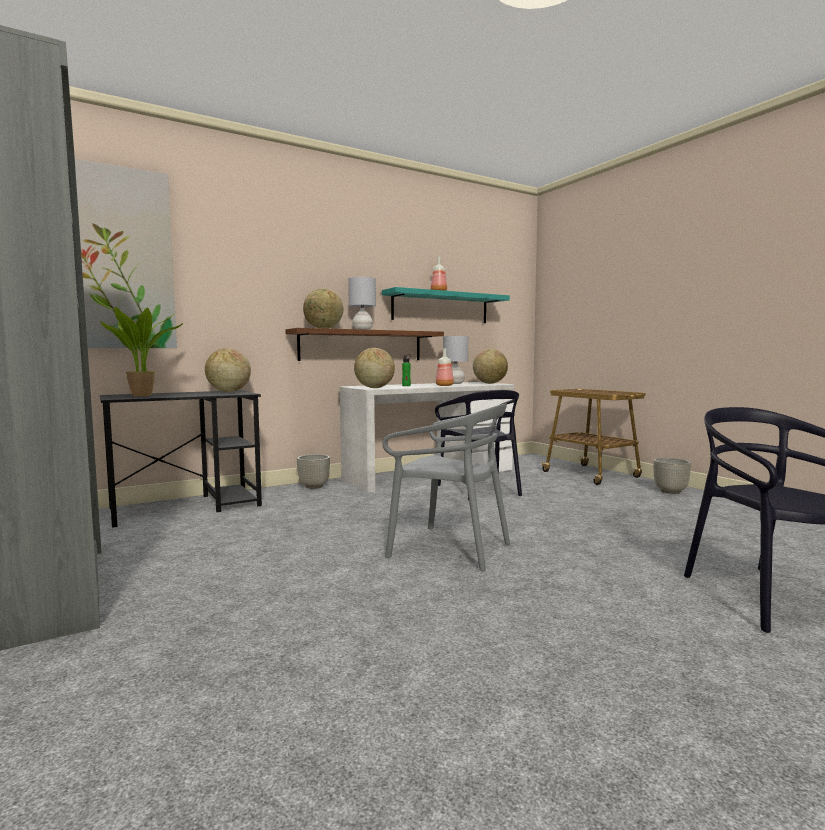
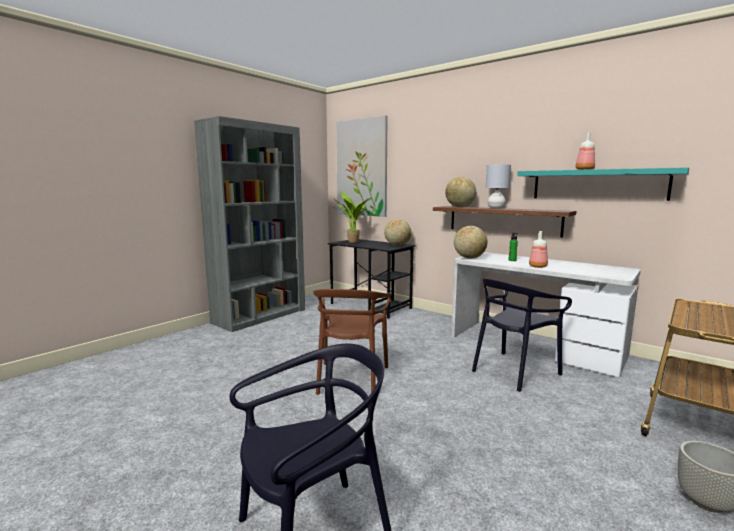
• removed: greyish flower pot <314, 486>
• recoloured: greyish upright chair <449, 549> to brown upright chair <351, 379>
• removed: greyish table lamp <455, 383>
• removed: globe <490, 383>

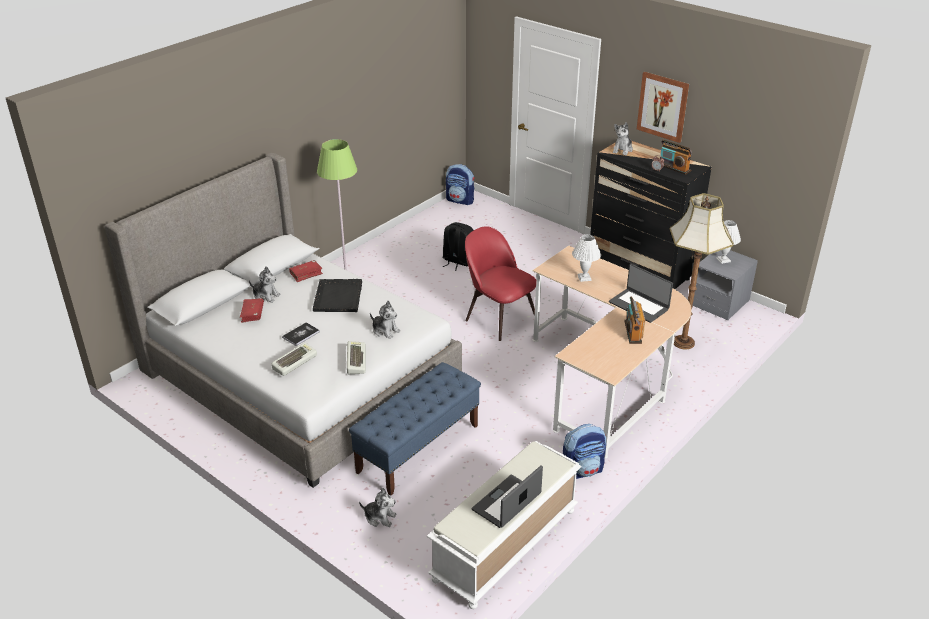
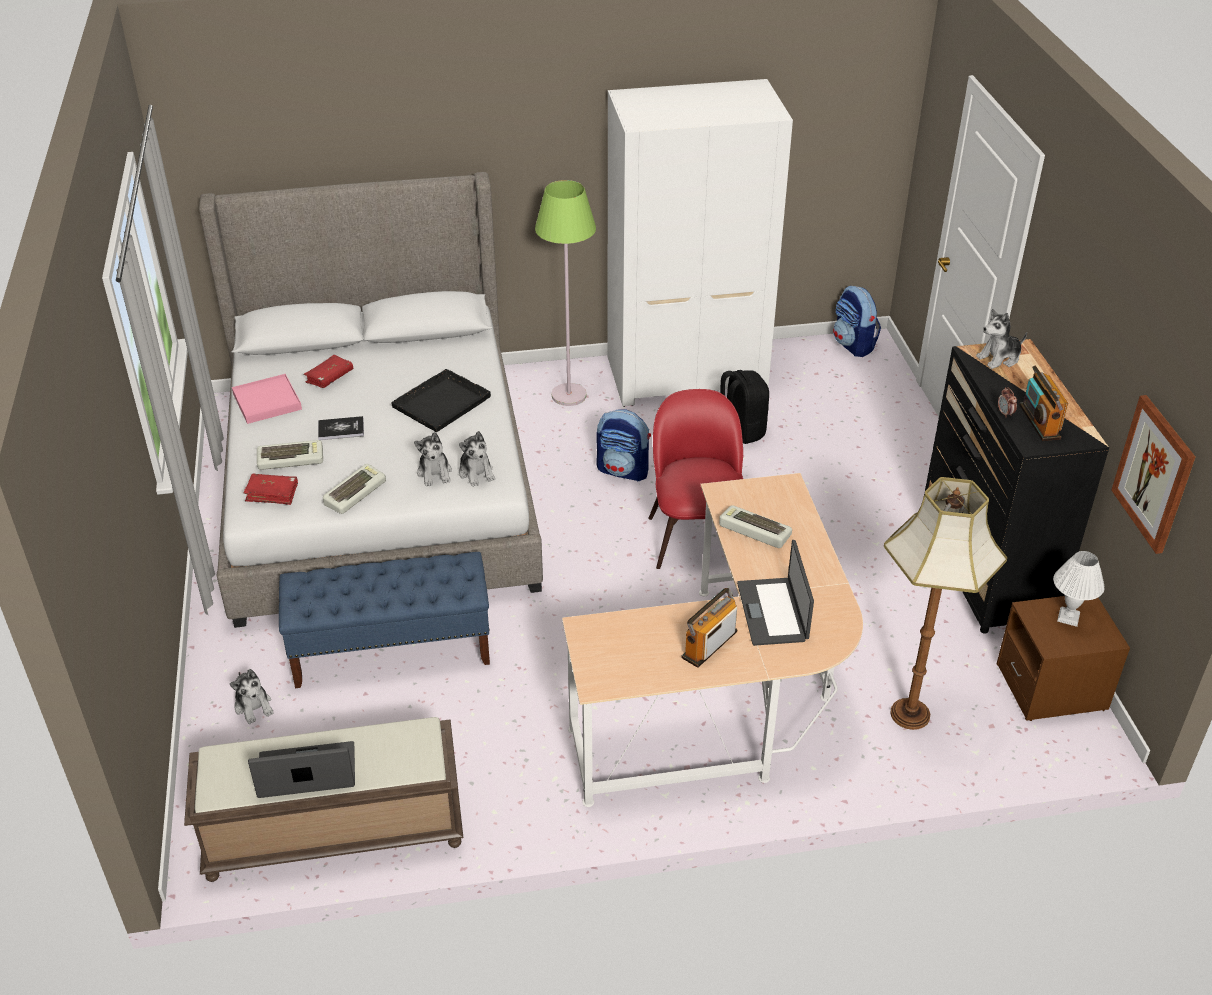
• moved: soft toy <266, 296> to <476, 473>
• moved: red-coloured bound book <306, 274> to <272, 493>
• recoloured: whitish long seat <505, 546> to brown long seat <333, 833>
• moved: rucksack <582, 470> to <623, 470>
• replaced: whitish table lamp <584, 278> to PC keyboard <753, 531>
• moved: wall art <663, 106> to <1154, 474>
• recoloured: greyish bedside table <719, 303> to brown bedside table <1051, 687>
• added: pink carrying tray <267, 401>
• added: whitish armoire <687, 373>

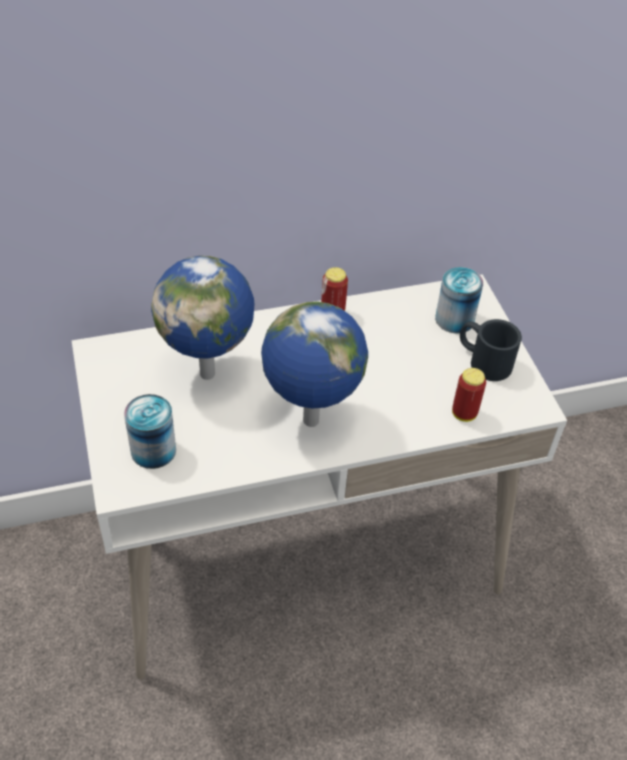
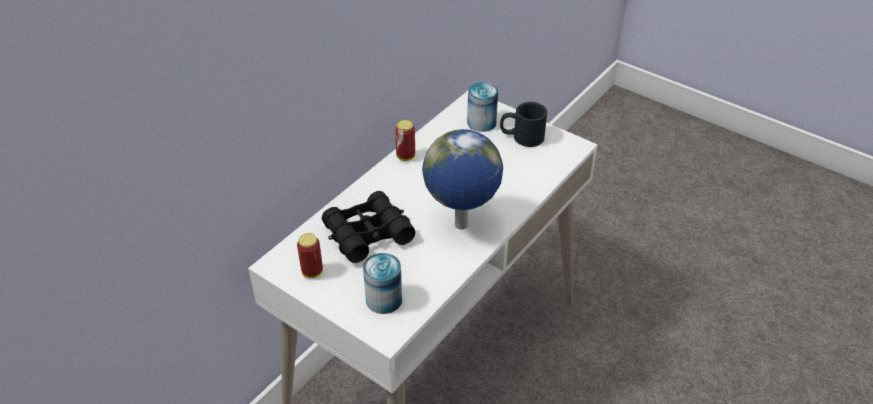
• replaced: globe <209, 373> to black binoculars <368, 234>
• moved: metal can <464, 413> to <312, 272>

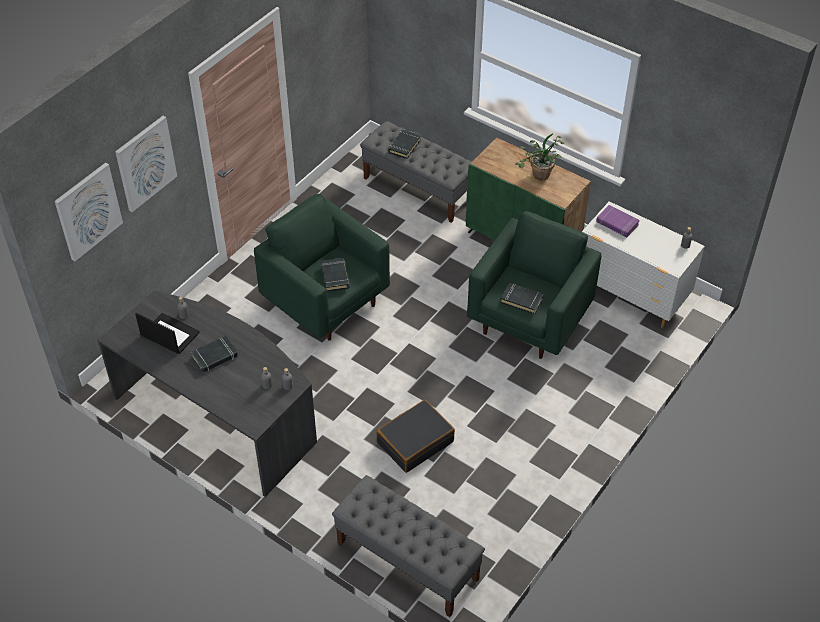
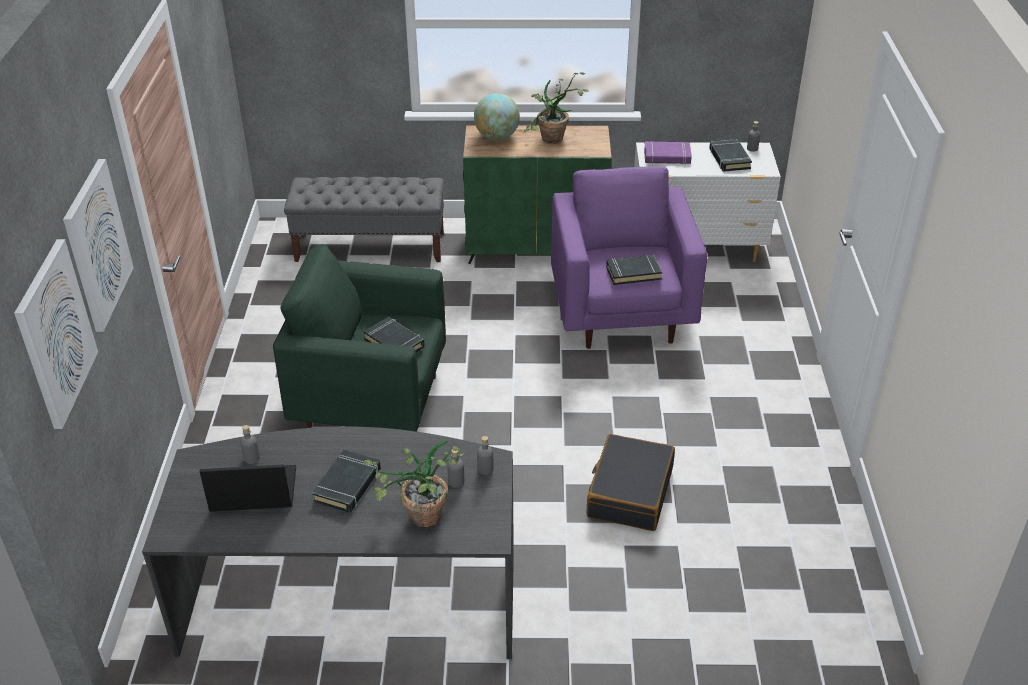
• removed: greyish long seat <407, 561>
• moved: black bound book <404, 146> to <729, 159>
• recoloured: green easy chair <530, 320> to purple-coloured easy chair <621, 313>
• added: plant in a pot <418, 520>
• added: globe <497, 137>

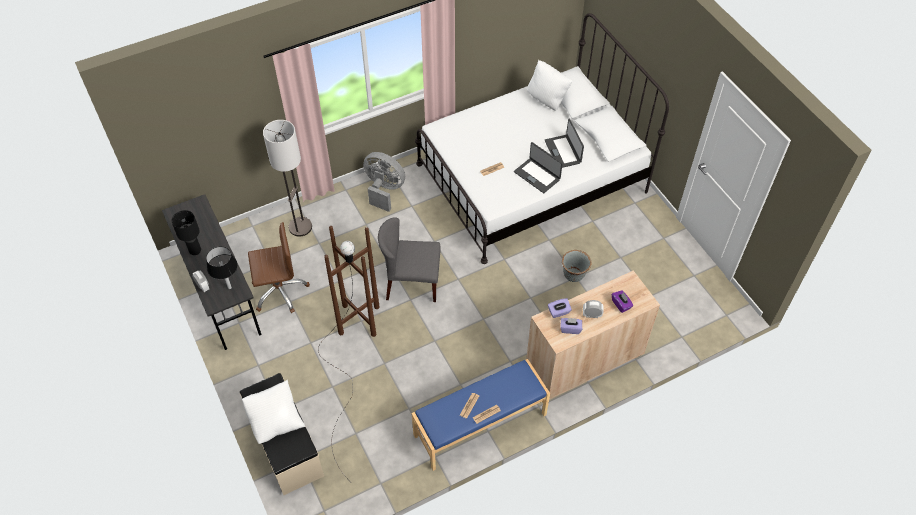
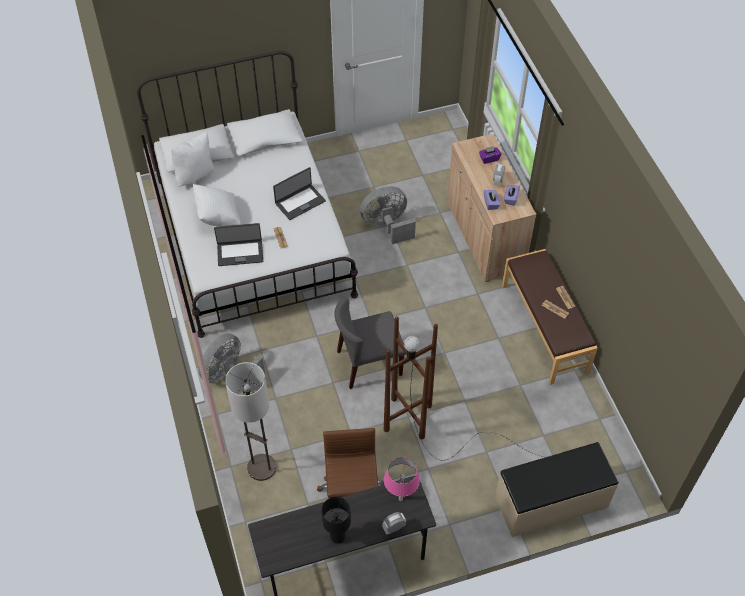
• recoloured: black table lamp <229, 287> to pink table lamp <400, 499>
• moved: whitish throw pillow <275, 420> to <218, 217>
• turned: greyish upright chair <412, 283> = <369, 363> 60 degrees clockwise
• recoloured: bluish long seat <480, 425> to brown long seat <545, 328>
• moved: laptop <563, 151> to <240, 253>
• replaced: greyish flower pot <574, 275> to greyish fan <387, 226>

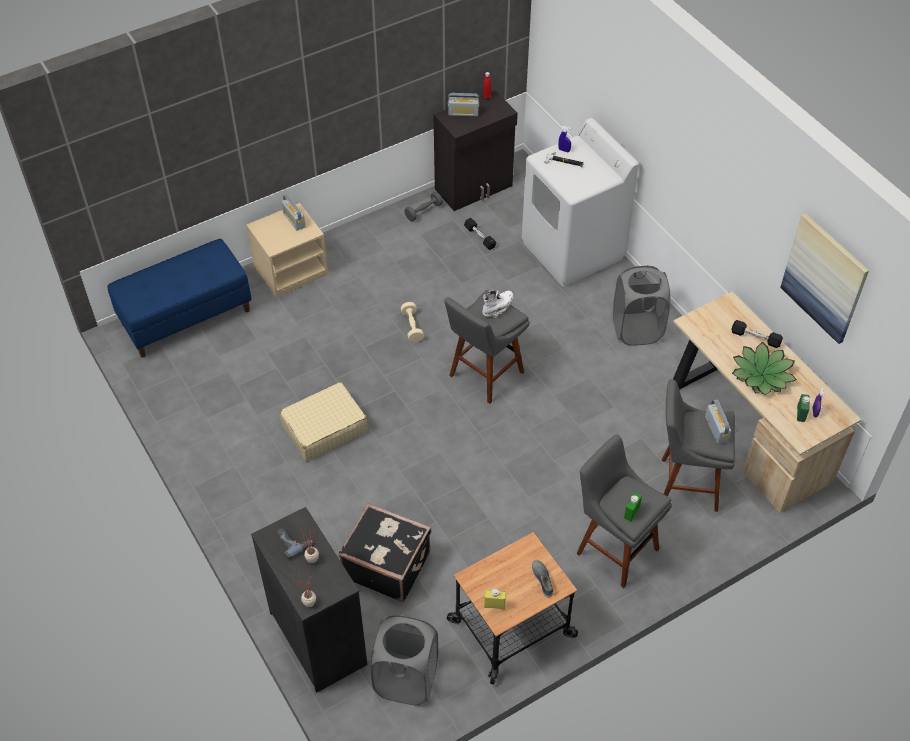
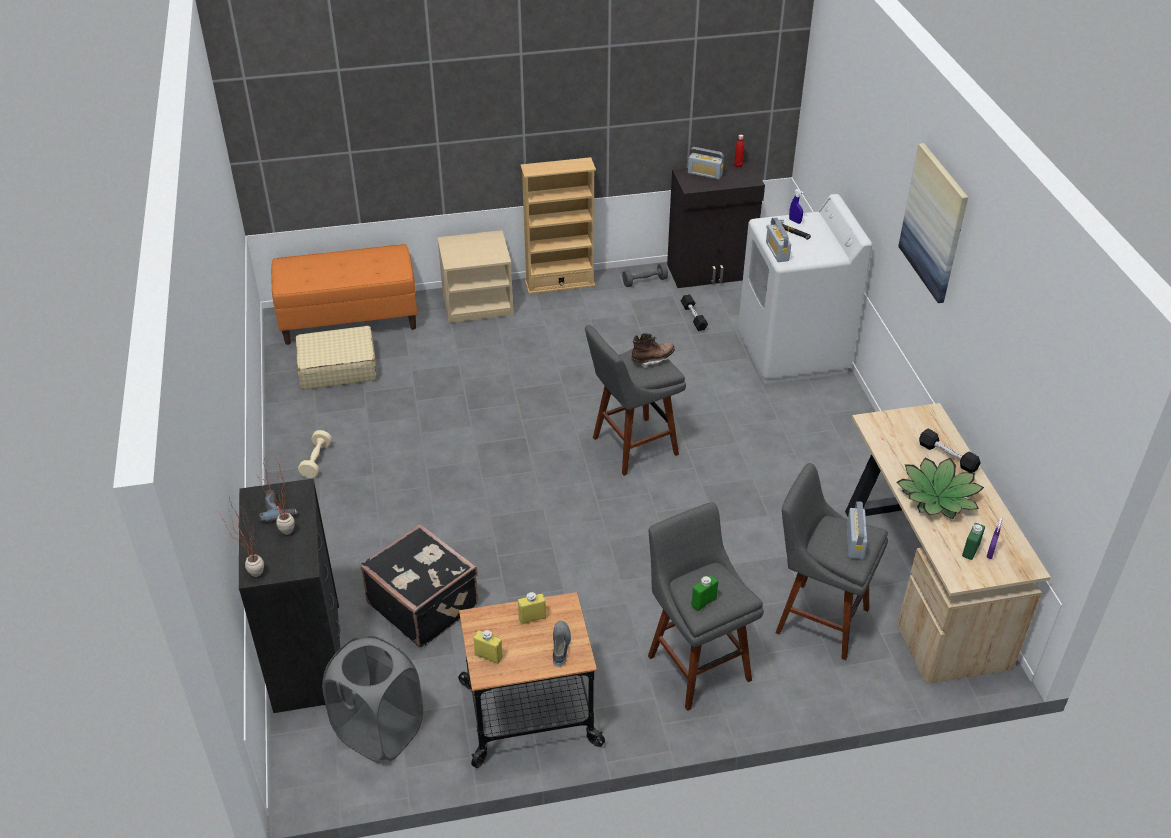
• recoloured: bluish long seat <186, 317> to orange-coloured long seat <350, 320>
• moved: sand-coloured travel case <324, 429> to <337, 368>
• moved: radio receiver <294, 220> to <777, 251>
• moved: sand-coloured dumbbell <412, 327> to <316, 461>
• recoloured: whitish boot <497, 308> to brown boot <652, 359>
• removed: greyish laundry basket <636, 329>
• moved: wall art <824, 278> to <934, 223>
• added: yellowish bottle <532, 618>
• added: sand-coloured shelving unit <559, 284>

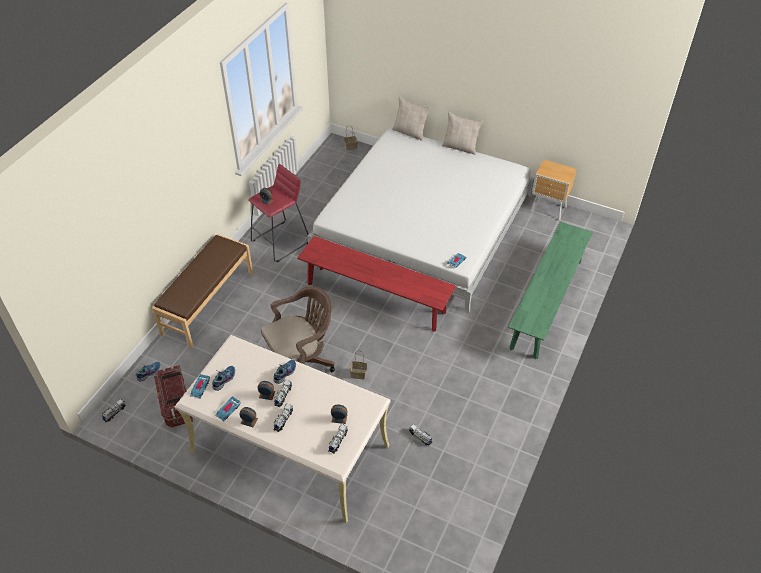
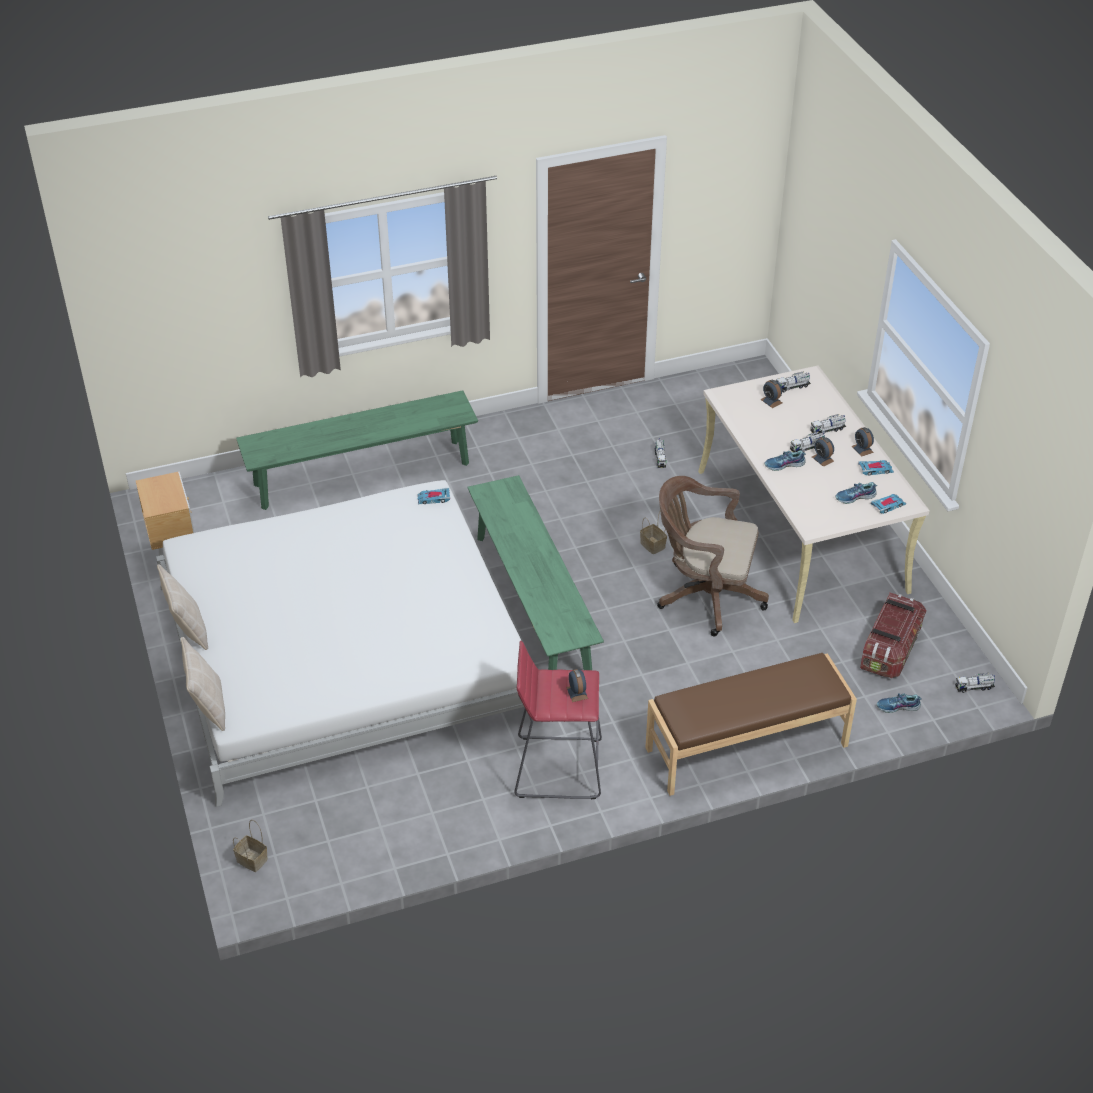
• recoloured: red-coloured long seat <375, 298> to green long seat <532, 606>

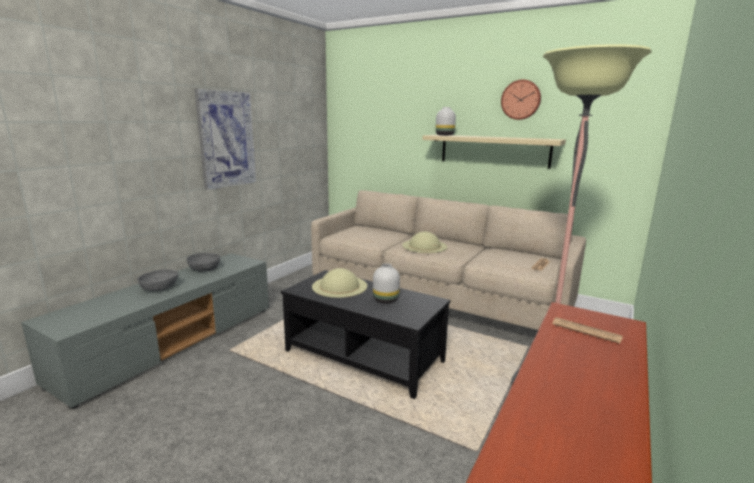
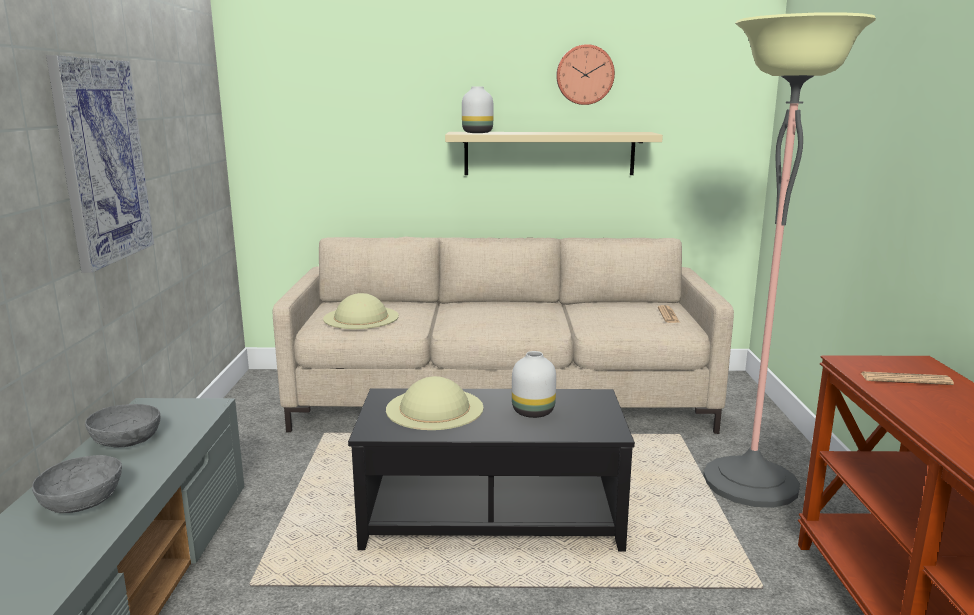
• moved: sand-coloured hat <424, 246> to <361, 317>

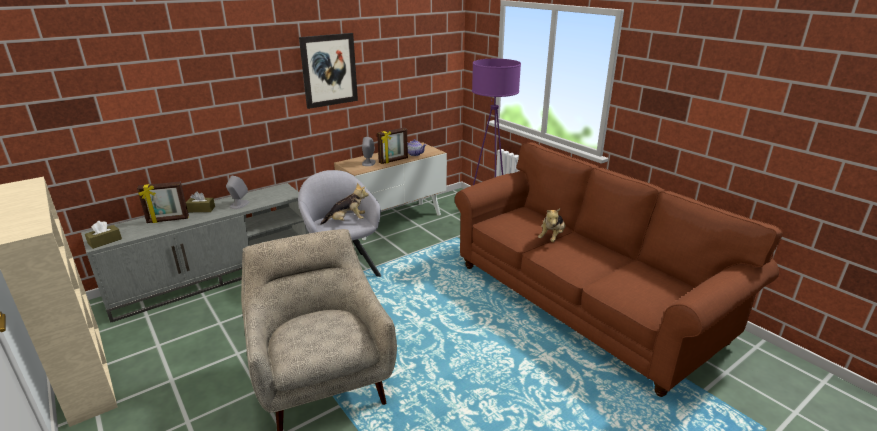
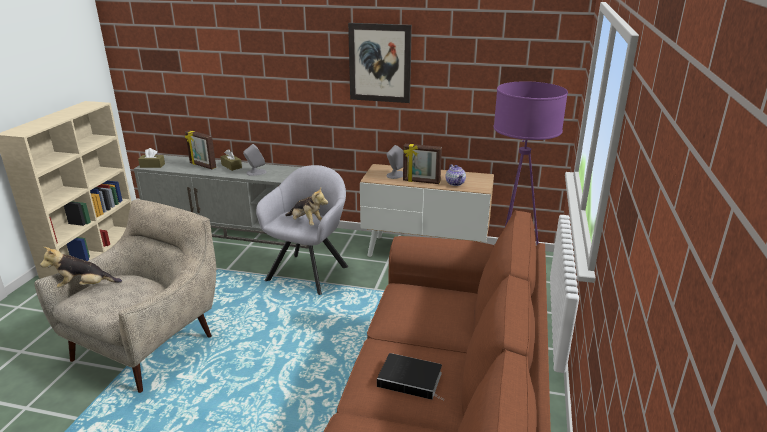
• moved: soft toy <552, 237> to <84, 287>
• added: bound book <412, 379>

